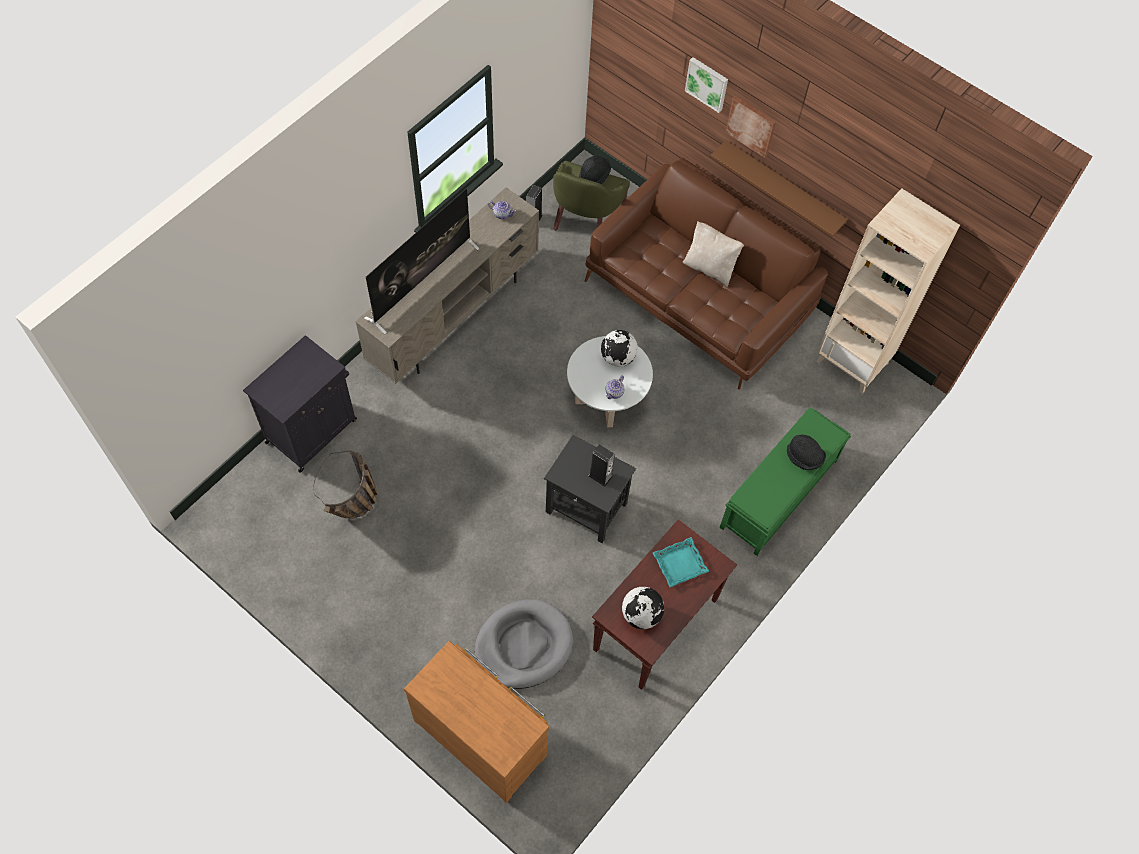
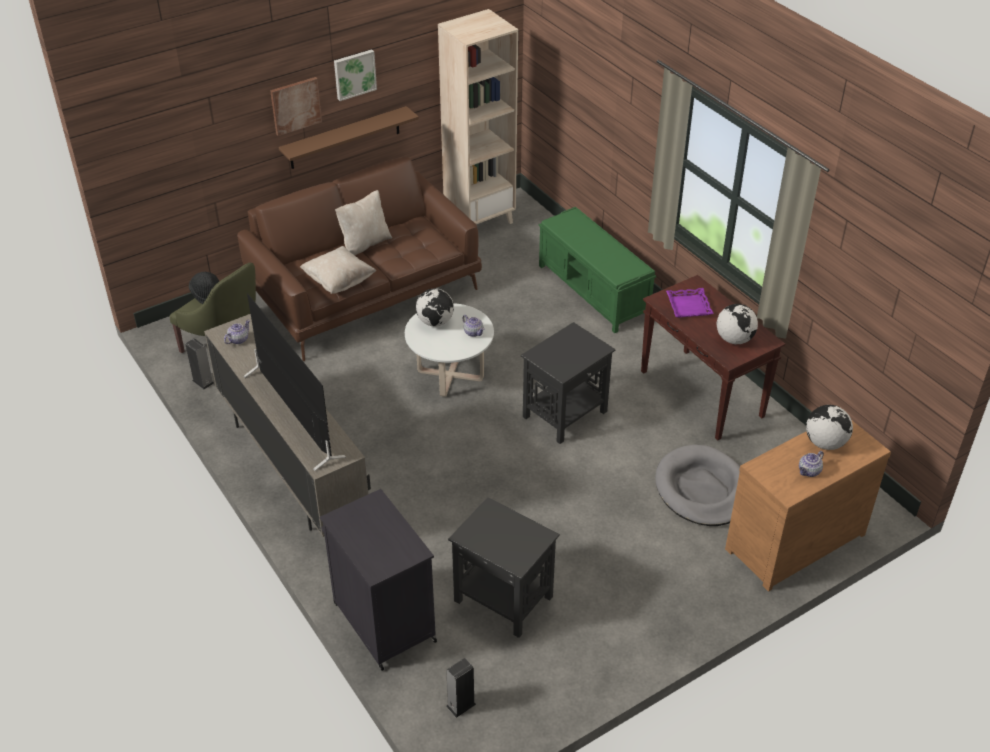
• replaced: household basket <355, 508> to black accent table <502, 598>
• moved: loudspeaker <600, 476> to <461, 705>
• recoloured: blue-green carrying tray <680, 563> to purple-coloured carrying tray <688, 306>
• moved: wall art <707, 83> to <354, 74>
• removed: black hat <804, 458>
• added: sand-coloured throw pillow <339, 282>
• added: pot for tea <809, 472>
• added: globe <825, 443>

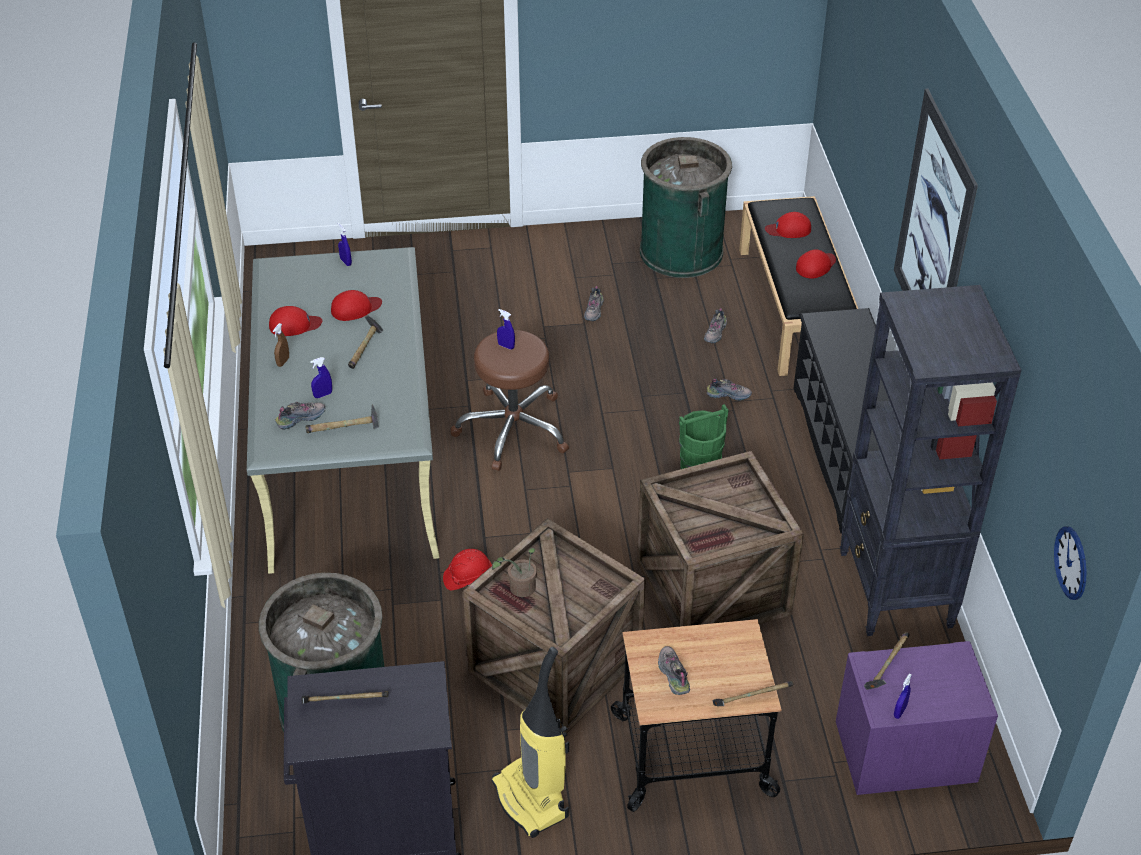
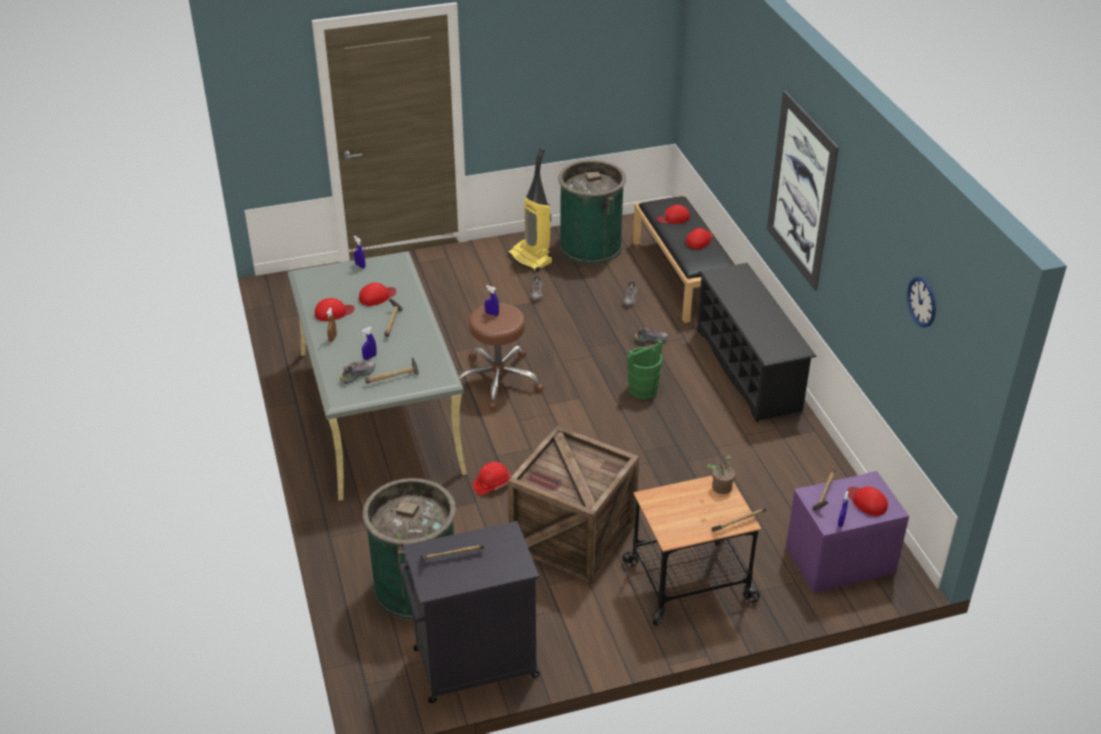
• moved: vacuum cleaner <532, 799> to <532, 258>
• moved: plant in a pot <519, 589> to <719, 488>
• removed: packing crate <712, 589>
• removed: item of footwear <672, 674>
• removed: black shelving unit <895, 590>
• moved: hanging clock <1071, 562> to <922, 301>
• added: red-coloured cap <866, 501>

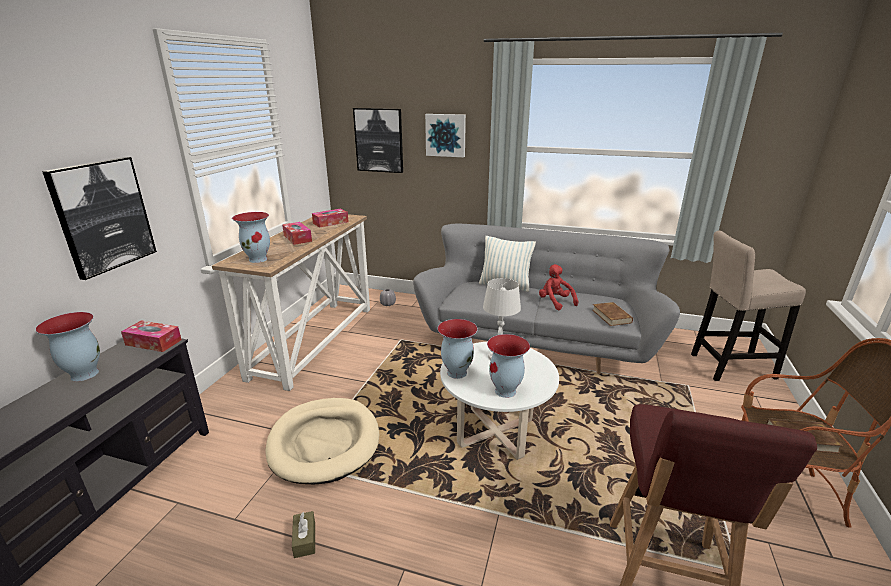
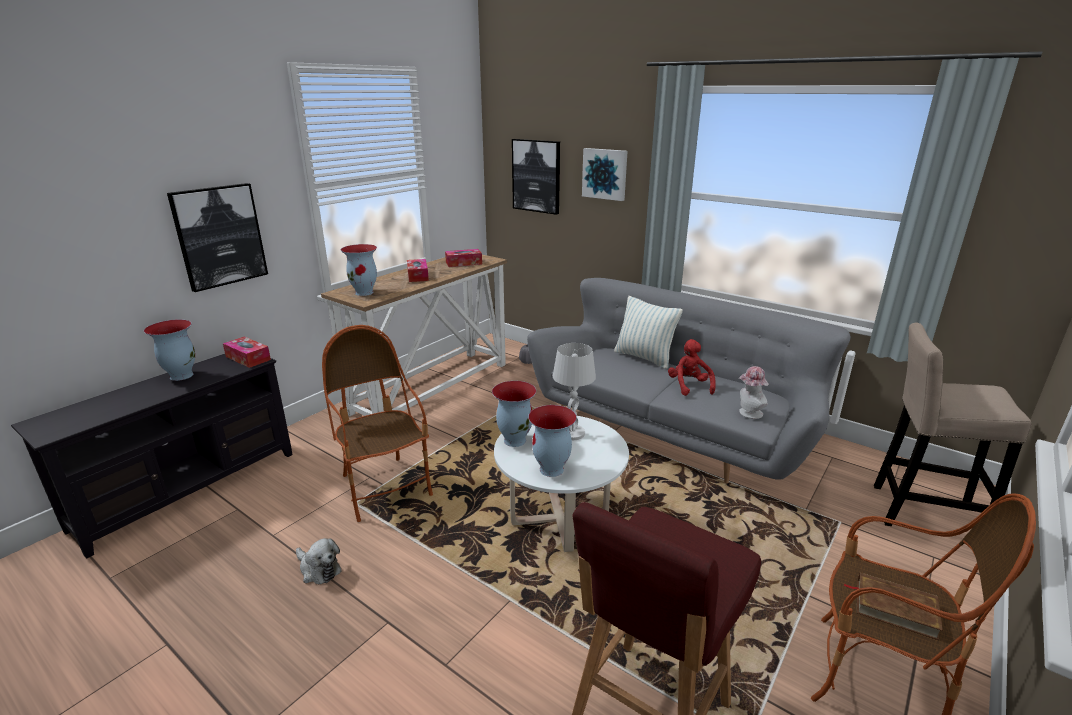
• replaced: sand-coloured pet bed <324, 442> to easy chair <385, 487>
• replaced: brown tissue holder <304, 539> to soft toy <318, 569>
• replaced: brown bound book <611, 316> to hat <748, 413>

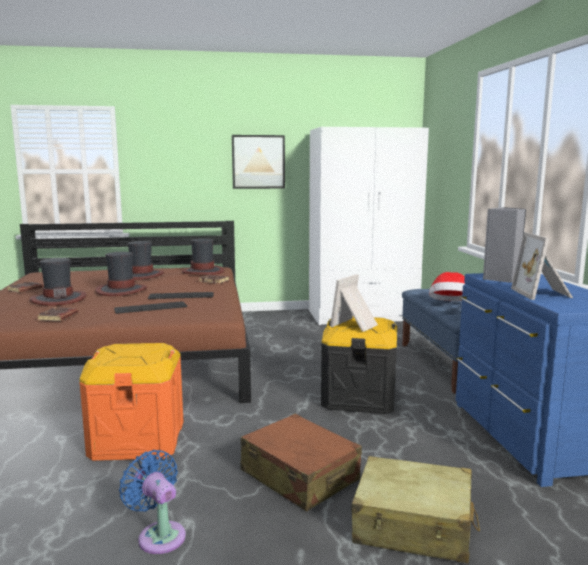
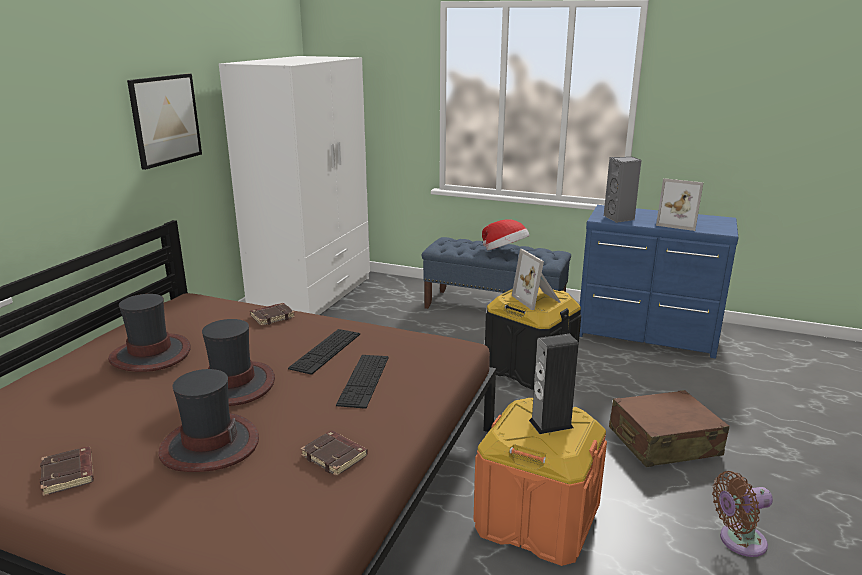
• recoloured: bluish fan <159, 535> to brown fan <738, 541>
• removed: hat <203, 271>
• removed: sand-coloured travel case <413, 525>
• added: loudspeaker <551, 424>

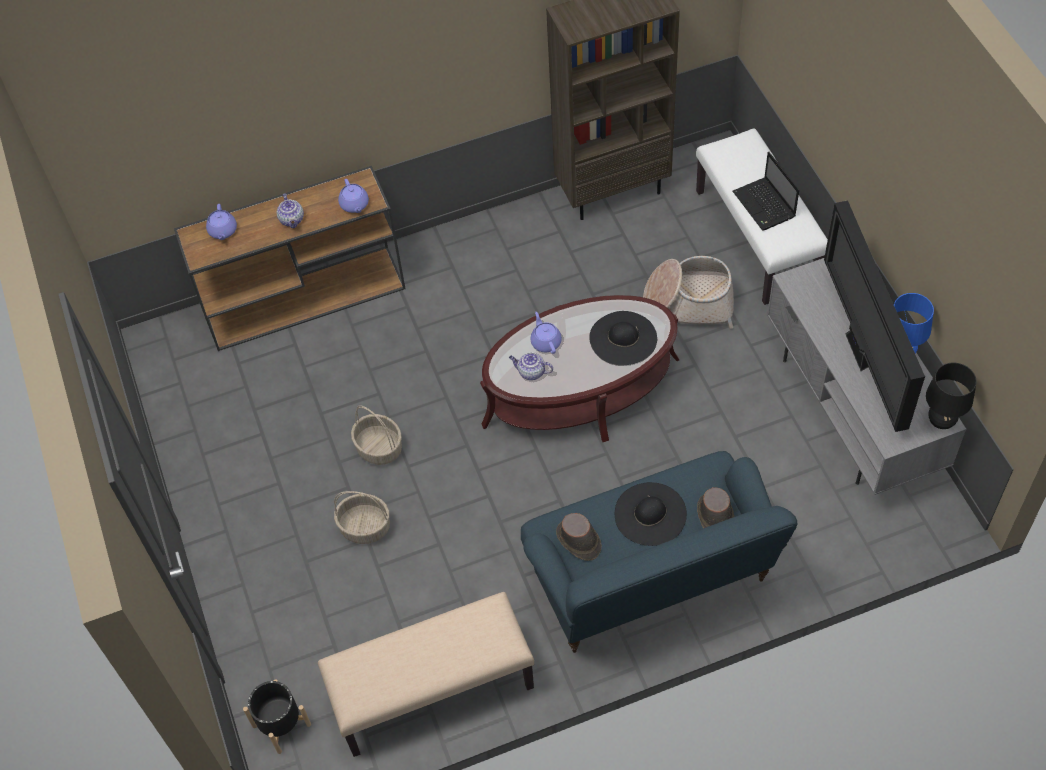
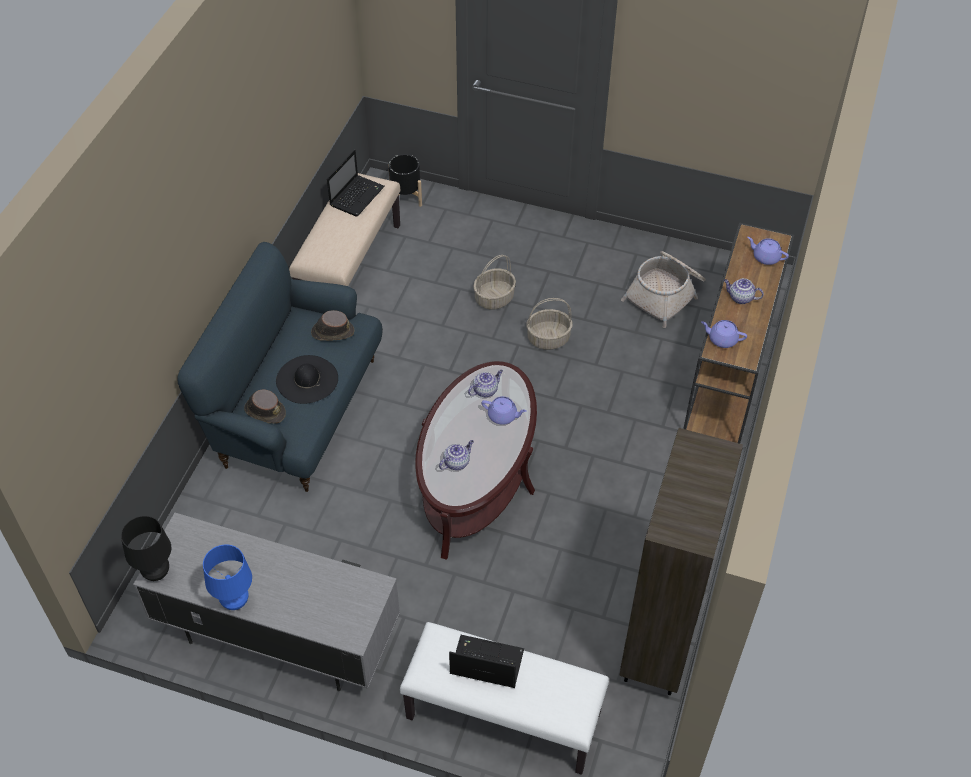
• replaced: black hat <623, 338> to pot for tea <456, 462>
• moved: household basket <688, 302> to <665, 294>
• removed: television <860, 353>
• added: laptop <357, 195>

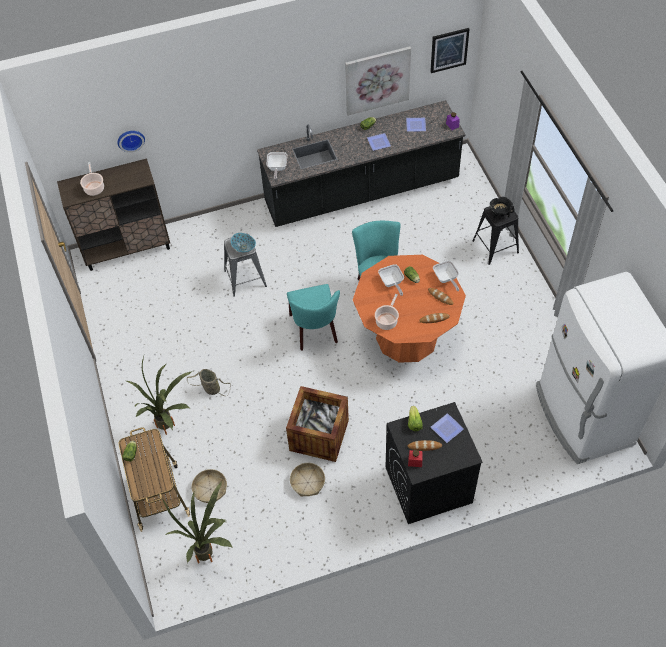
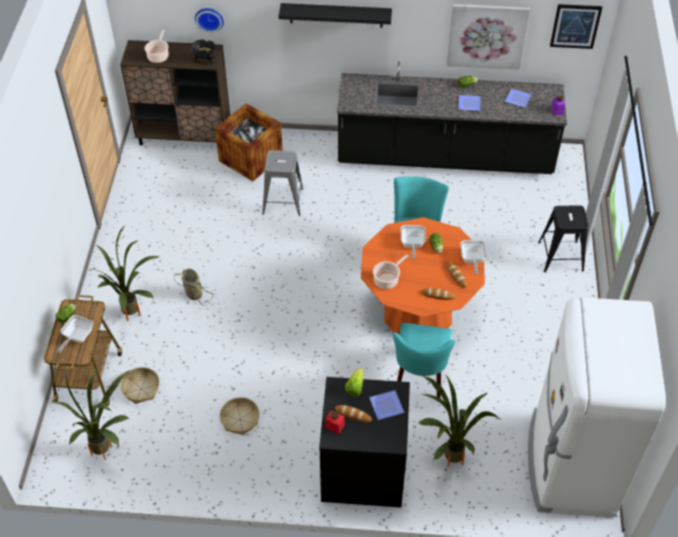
• removed: serving bowl <244, 247>
• moved: skillet <277, 168> to <77, 337>
• moved: packing crate <319, 435> to <251, 158>
• moved: blue-green upright chair <315, 331> to <420, 378>
• moved: black stockpot <499, 215> to <205, 60>
• added: black bracket shelf <336, 15>
• added: plant in a pot <446, 458>

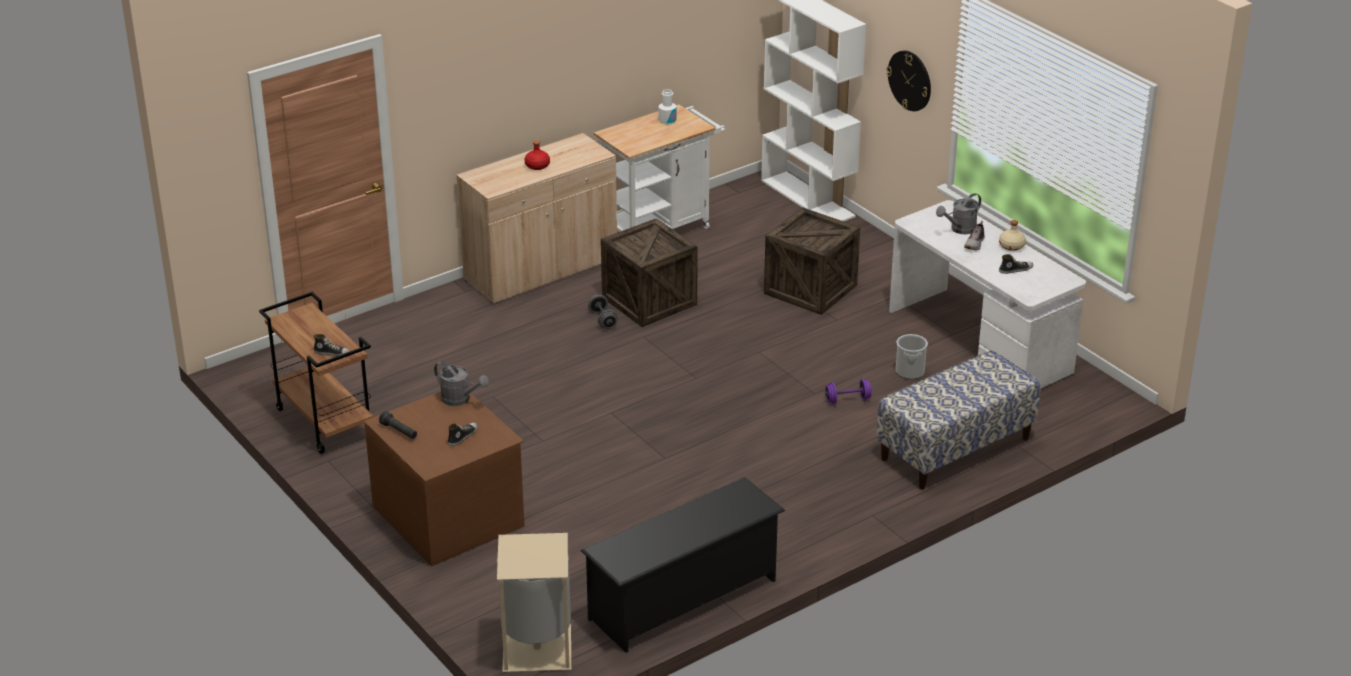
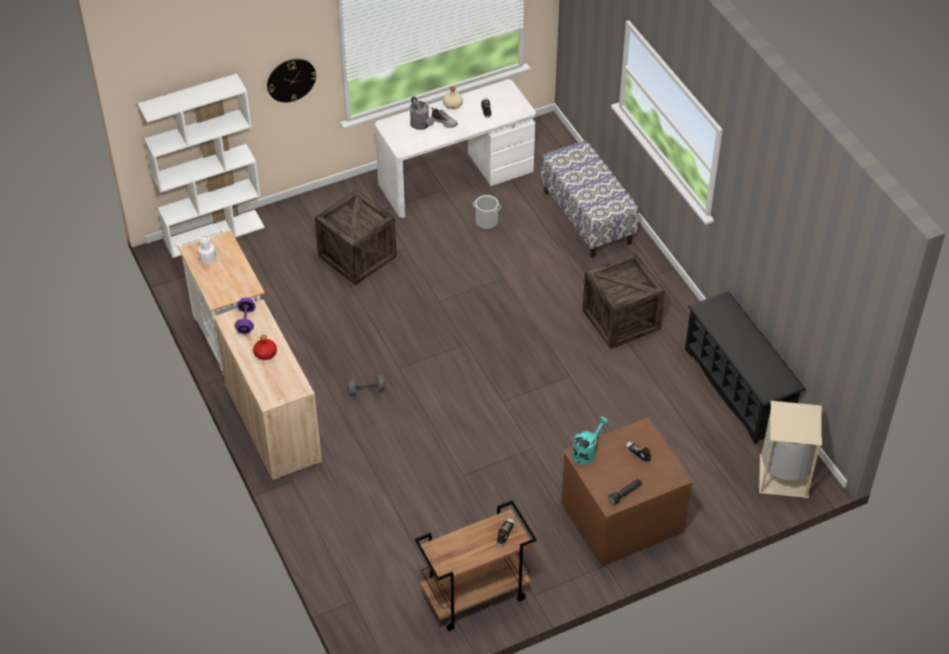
• recoloured: greyish watering can <460, 399> to blue-green watering can <586, 451>
• moved: packing crate <649, 301> to <621, 319>
• moved: purple-coloured dumbbell <847, 400> to <246, 321>

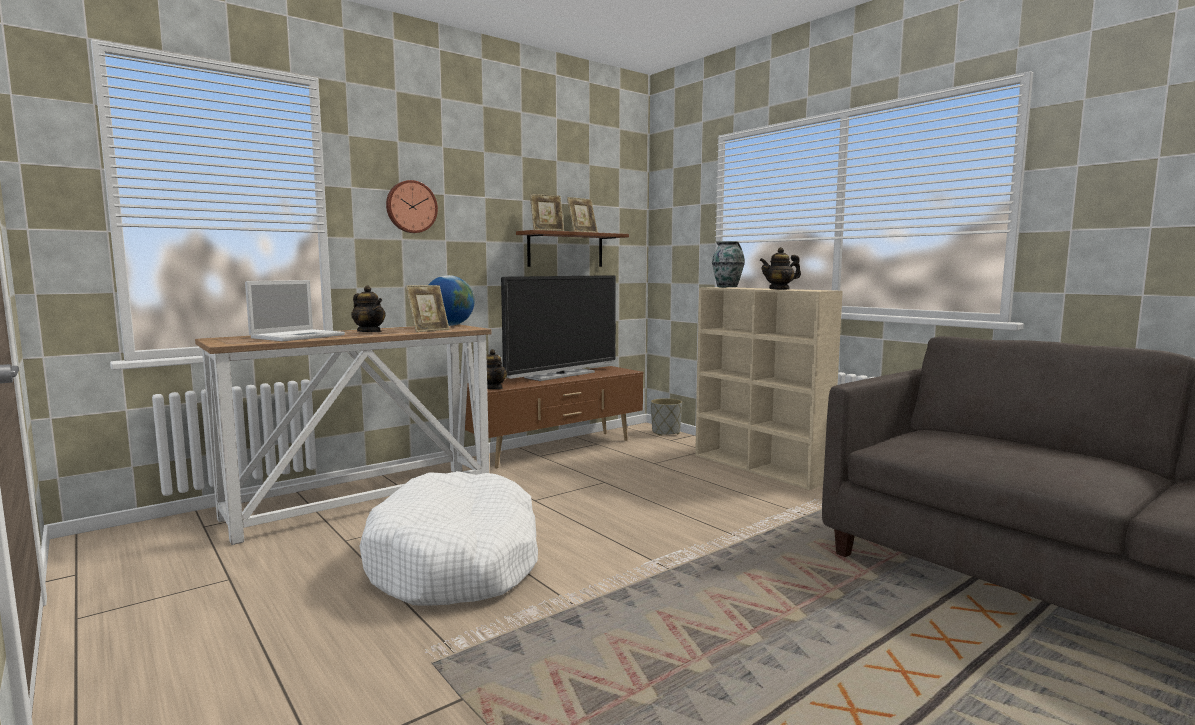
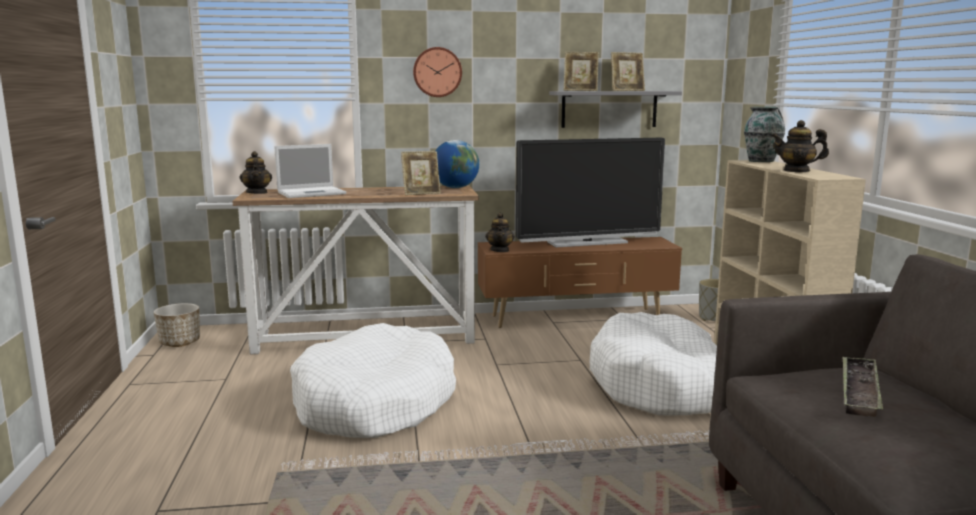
• moved: pot for tea <369, 332> to <257, 192>
• recoloured: brown bracket shelf <565, 250> to greyish bracket shelf <609, 109>
• added: flower pot <180, 343>
• added: whitish pet bed <661, 385>
• added: carrying tray <859, 391>

